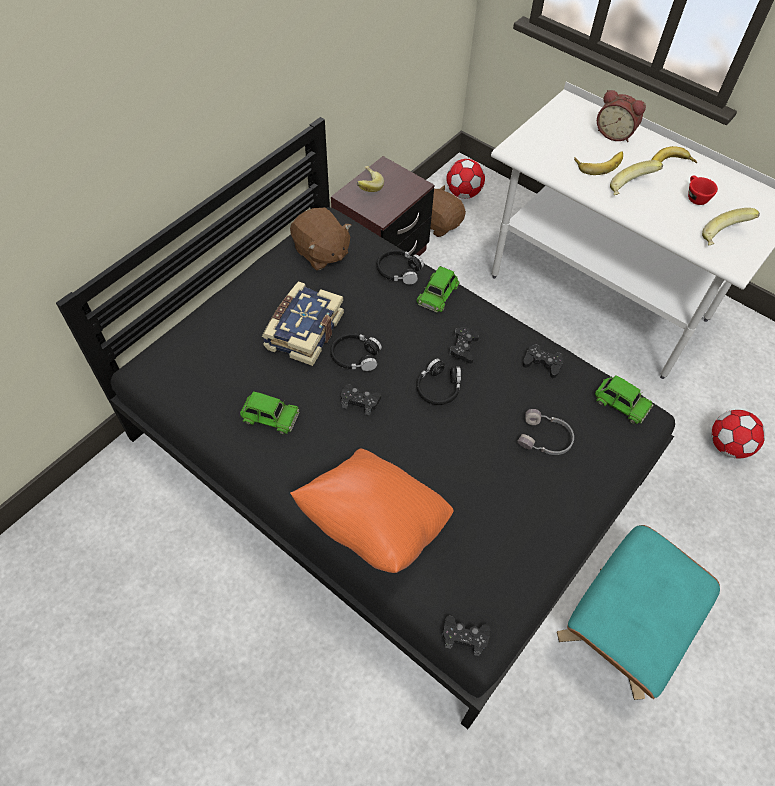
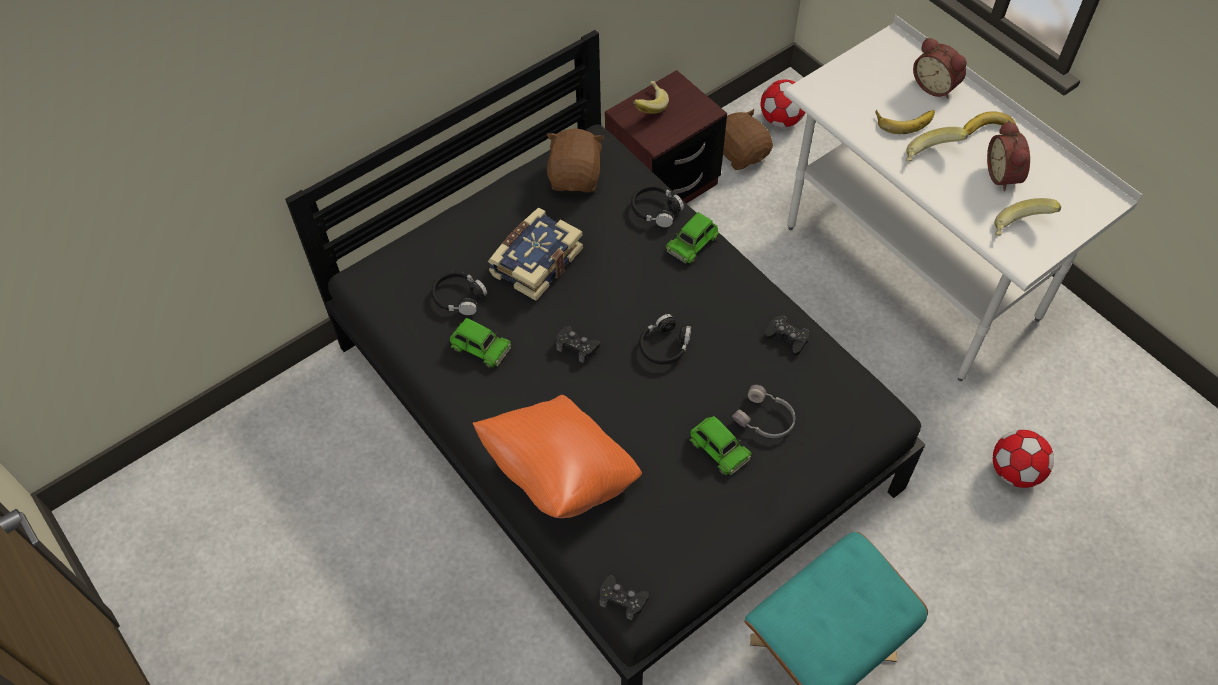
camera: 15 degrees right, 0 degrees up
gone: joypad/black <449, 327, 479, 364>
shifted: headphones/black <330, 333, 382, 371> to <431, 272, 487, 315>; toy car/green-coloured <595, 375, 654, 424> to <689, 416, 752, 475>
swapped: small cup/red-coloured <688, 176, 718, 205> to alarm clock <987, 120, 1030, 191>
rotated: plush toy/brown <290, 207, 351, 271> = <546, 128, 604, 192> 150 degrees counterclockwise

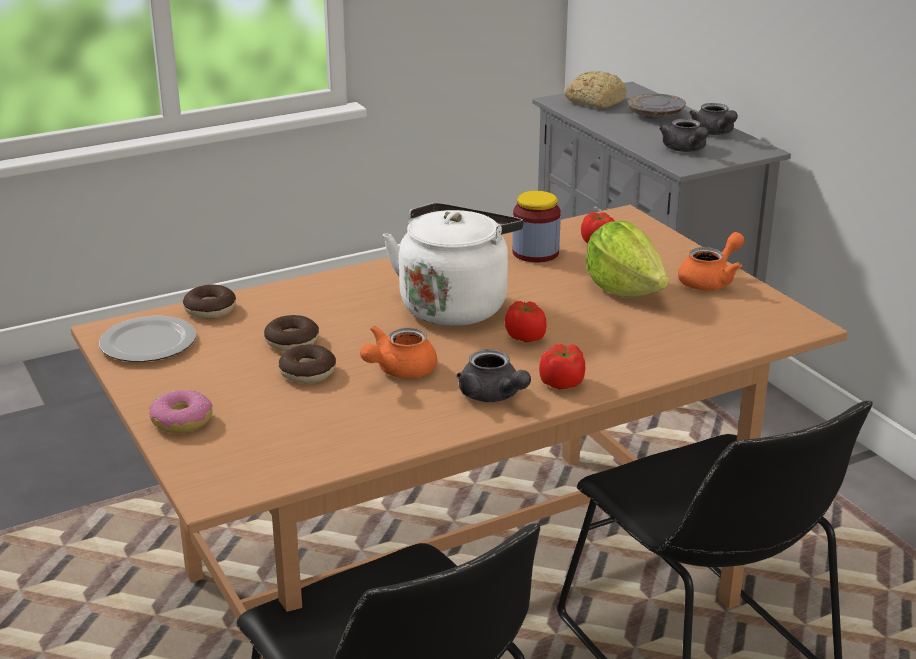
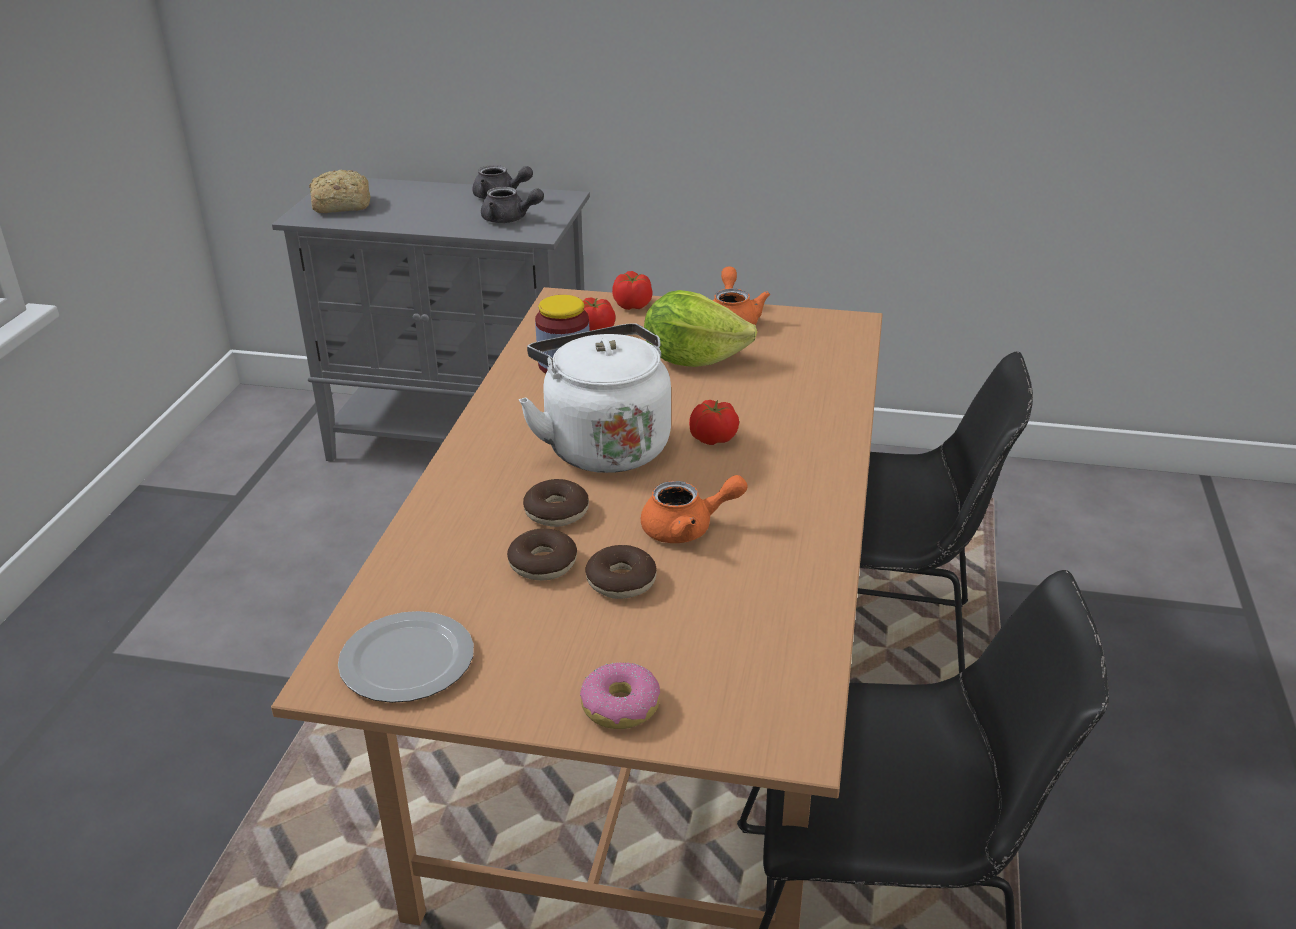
camera: 50 degrees left, 5 degrees up
gone: teapot/greyish <456, 350, 531, 402>; plate/greyish <628, 94, 686, 120>
shifted: donut <183, 285, 236, 318> to <523, 479, 589, 527>; fresh tomato <539, 344, 585, 390> to <612, 271, 652, 310>
rotated: teapot/orange <360, 326, 437, 378> = <641, 475, 748, 543> 90 degrees counterclockwise

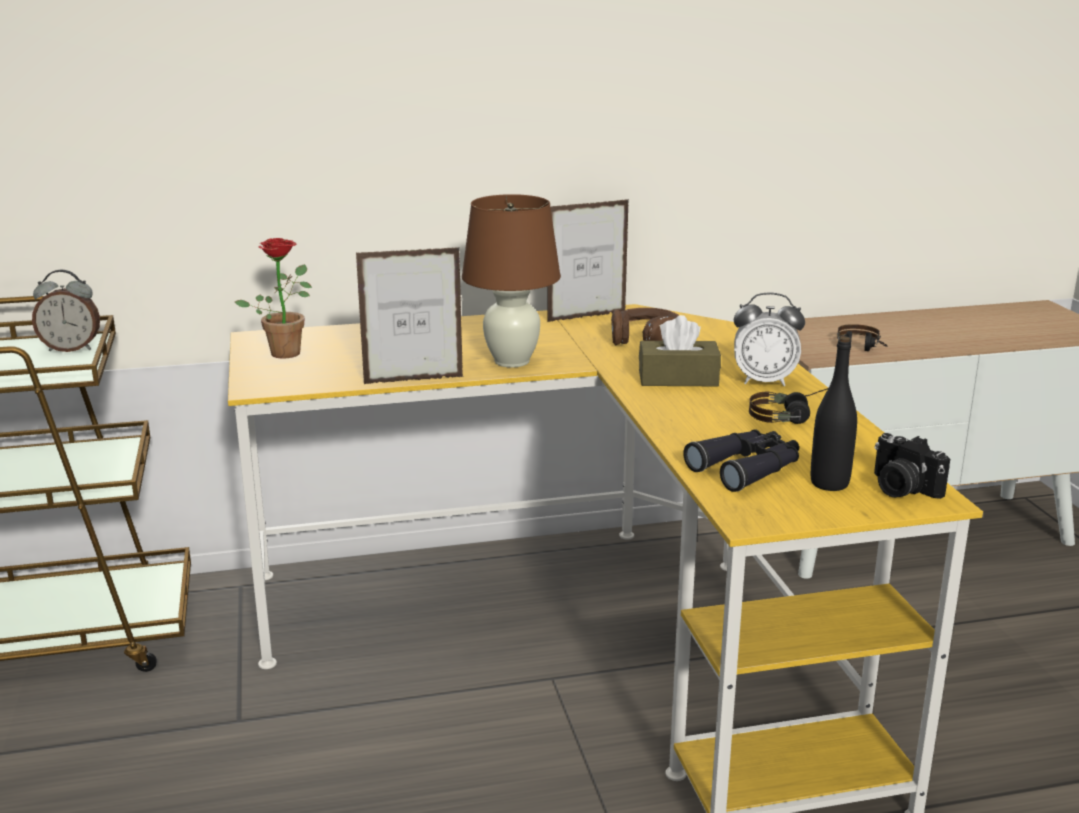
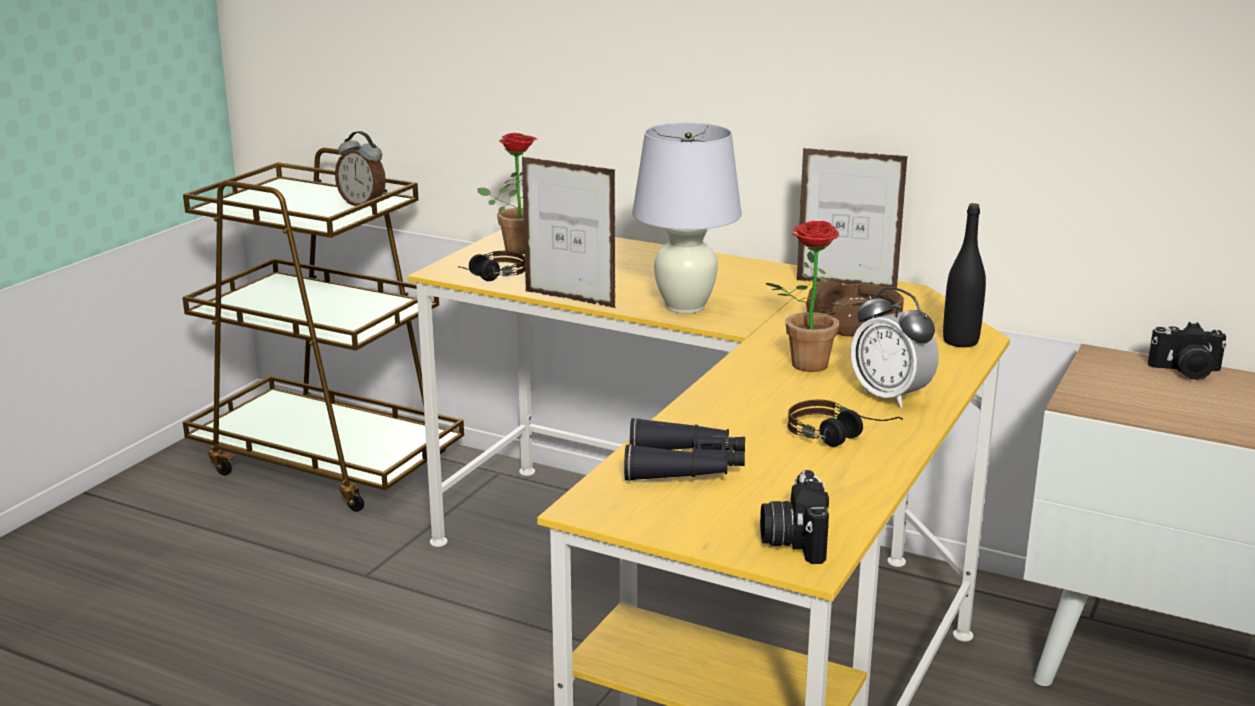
camera: 40 degrees right, 0 degrees up
new: still camera <1148, 322, 1227, 380>
shifted: drink bottle/black <811, 336, 857, 491> to <943, 203, 986, 347>; headphones <837, 324, 887, 351> to <458, 251, 525, 281>
swapped: tissue holder/brown <639, 315, 721, 386> to plant in a pot <766, 221, 865, 372>
repainted: tabletop lamp/brown <462, 194, 561, 368> to tabletop lamp/white <632, 122, 742, 314>

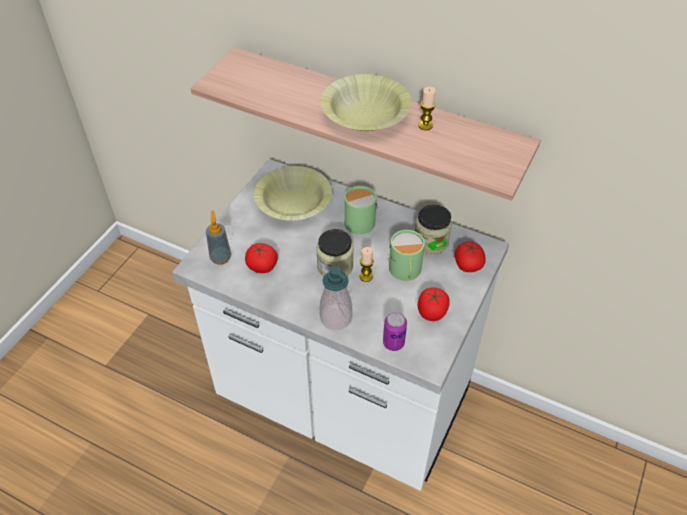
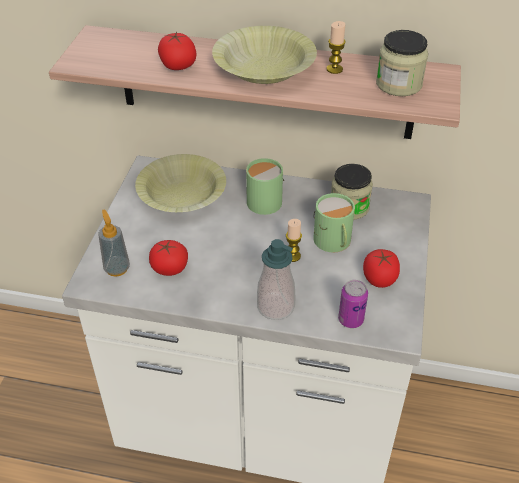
camera: 15 degrees left, 5 degrees down
shifted: preserve jar <316, 229, 354, 276> to <376, 30, 428, 96>; fresh tomato <455, 241, 486, 272> to <158, 32, 197, 70>

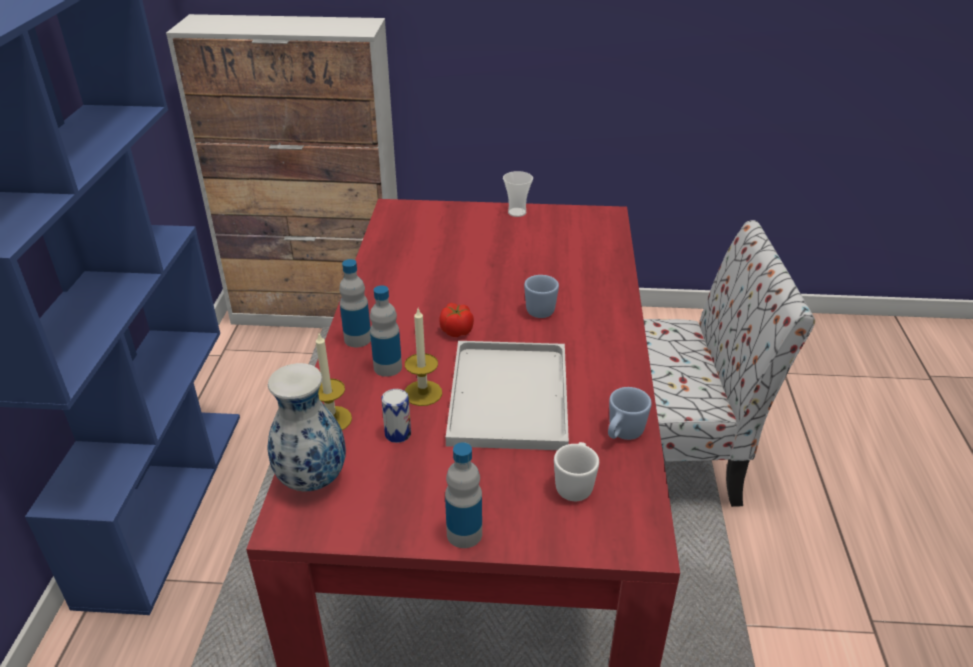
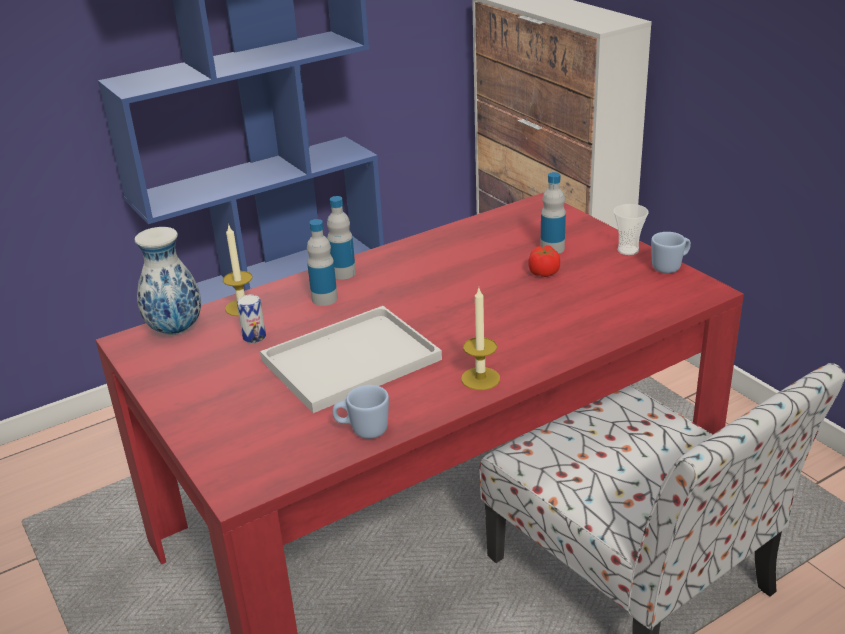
camera: 55 degrees right, 5 degrees down
gone: coffee mug/white <554, 442, 599, 501>
shifted: wax candle <404, 309, 442, 406> to <461, 288, 500, 390>; fresh tomato <439, 303, 474, 337> to <528, 245, 560, 277>; drink bottle <445, 442, 482, 548> to <540, 172, 566, 253>; coffee mug/bluish <524, 275, 559, 318> to <651, 232, 691, 273>

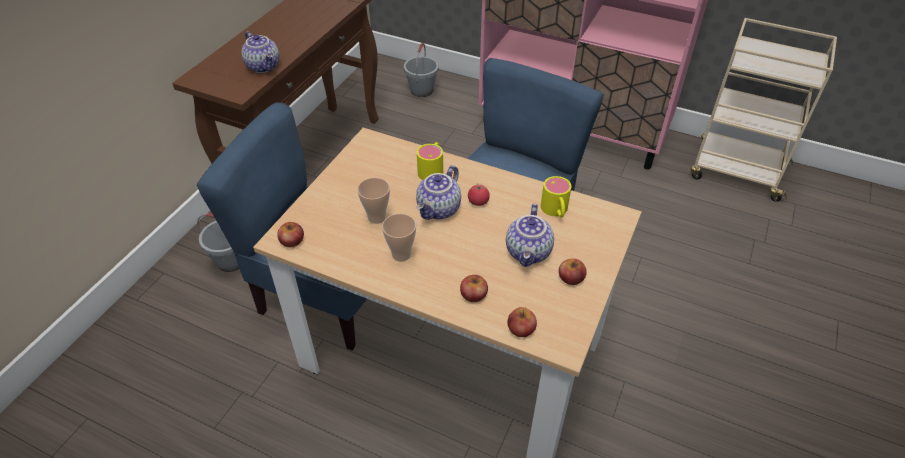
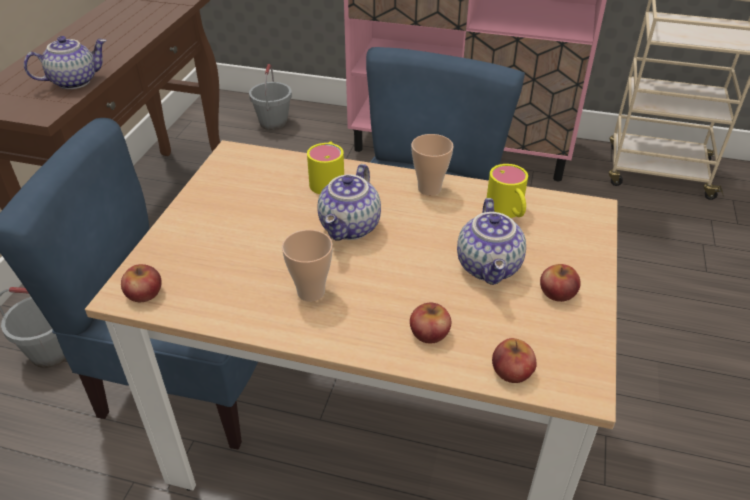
camera: 10 degrees left, 5 degrees down
gone: fresh tomato <468, 183, 490, 206>
shifted: small cup <357, 178, 390, 224> to <411, 134, 454, 196>
rotated: teapot <242, 31, 280, 73> = <24, 36, 107, 89> 75 degrees counterclockwise

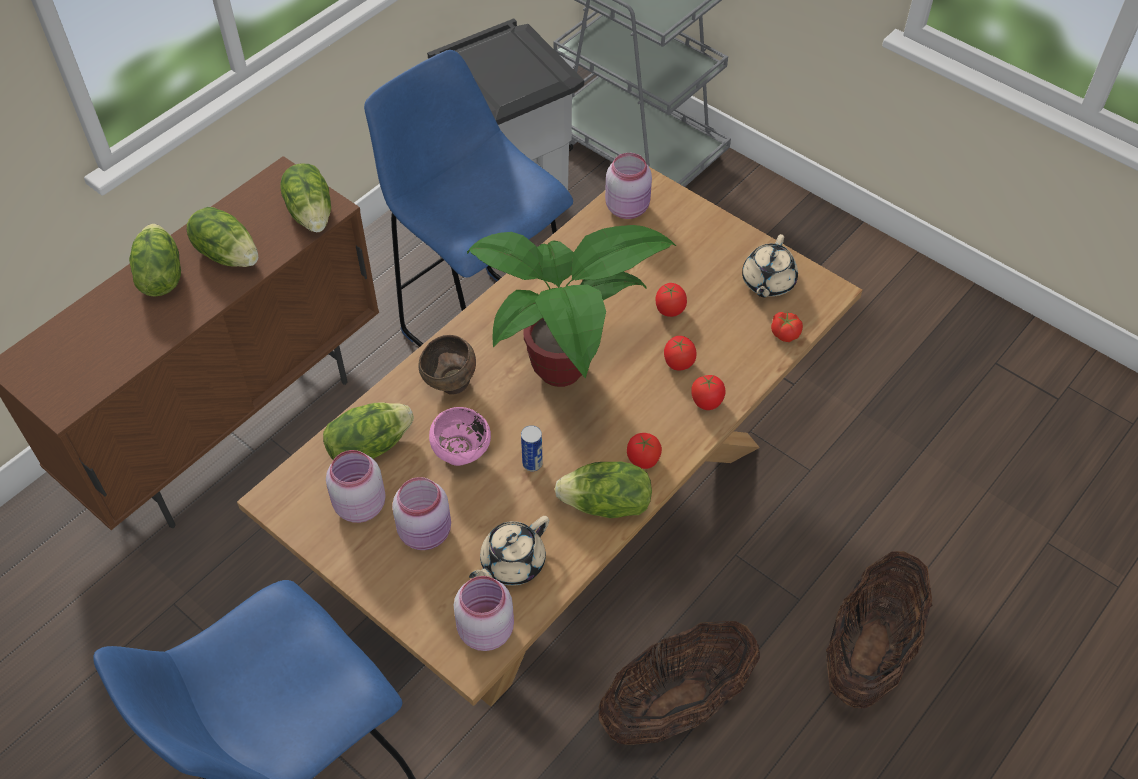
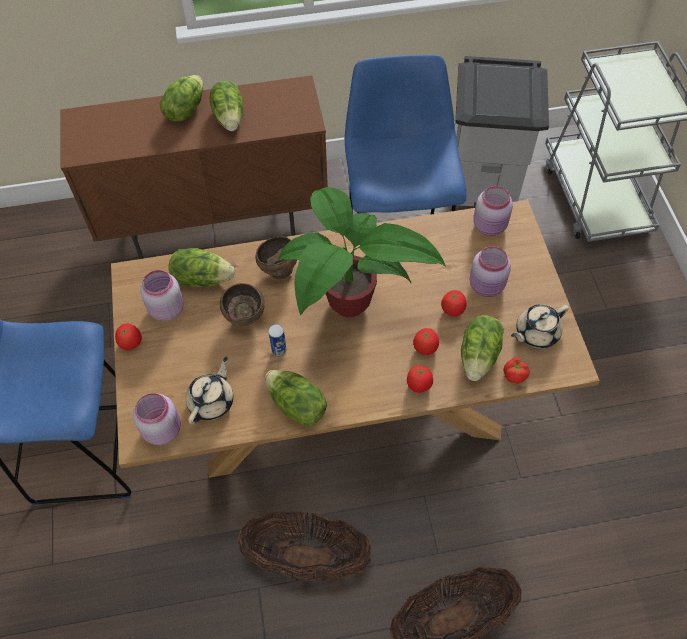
camera: 40 degrees right, 5 degrees up
shifted: lettuce <280, 164, 331, 232> to <461, 315, 504, 381>; preserve jar/pink <392, 477, 451, 550> to <470, 246, 511, 297>; fresh tomato <627, 433, 662, 469> to <115, 324, 142, 350>
repainted: bowl/pink <429, 407, 491, 466> to bowl/brown <220, 283, 265, 325>
rotated: teapot/sand-coloured <469, 516, 549, 586> = <186, 356, 234, 425> 120 degrees clockwise

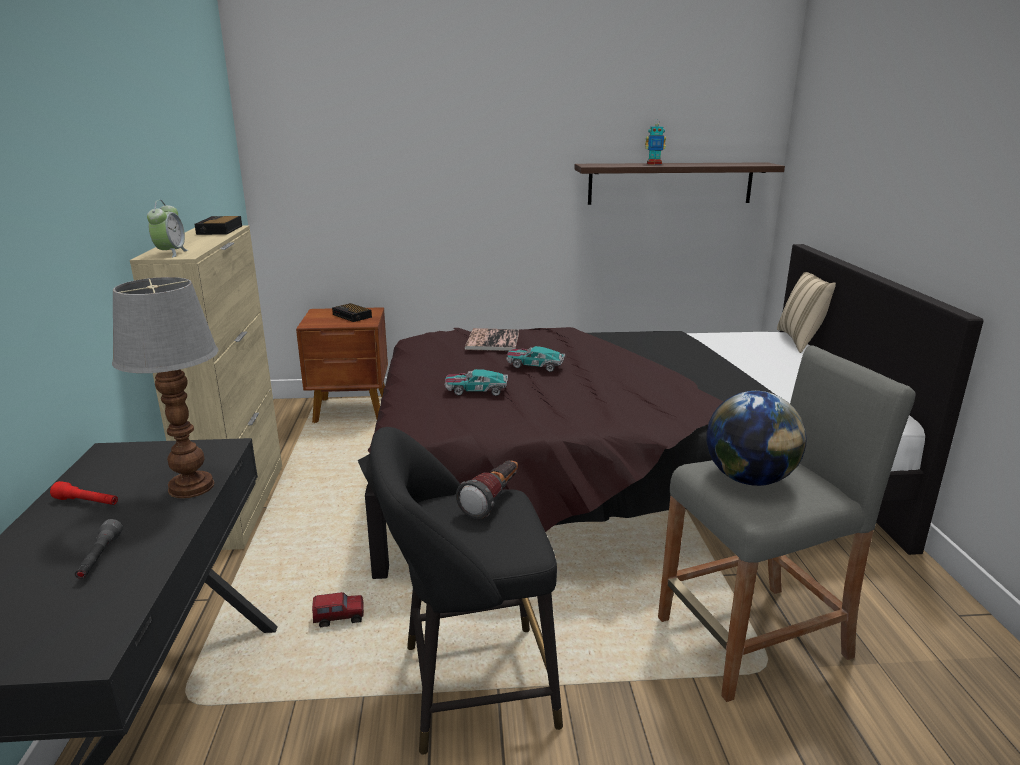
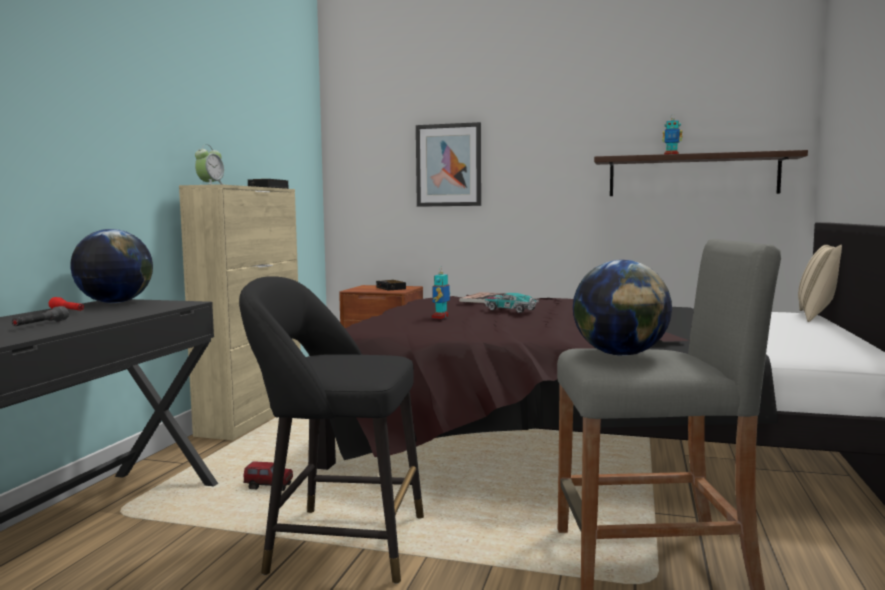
camera: 20 degrees right, 15 degrees down
gone: tabletop lamp <112, 277, 218, 499>; hand torch <456, 460, 518, 519>
new: world globe <70, 229, 153, 303>; wall picture <416, 122, 481, 207>
swapped: toy car <445, 369, 508, 396> to robot figure <432, 271, 450, 319>

